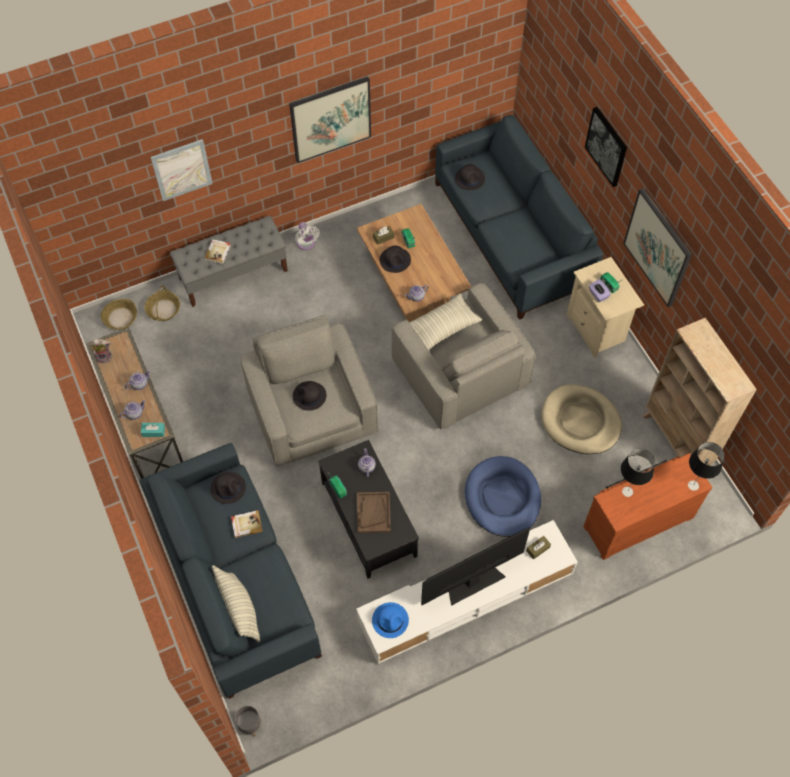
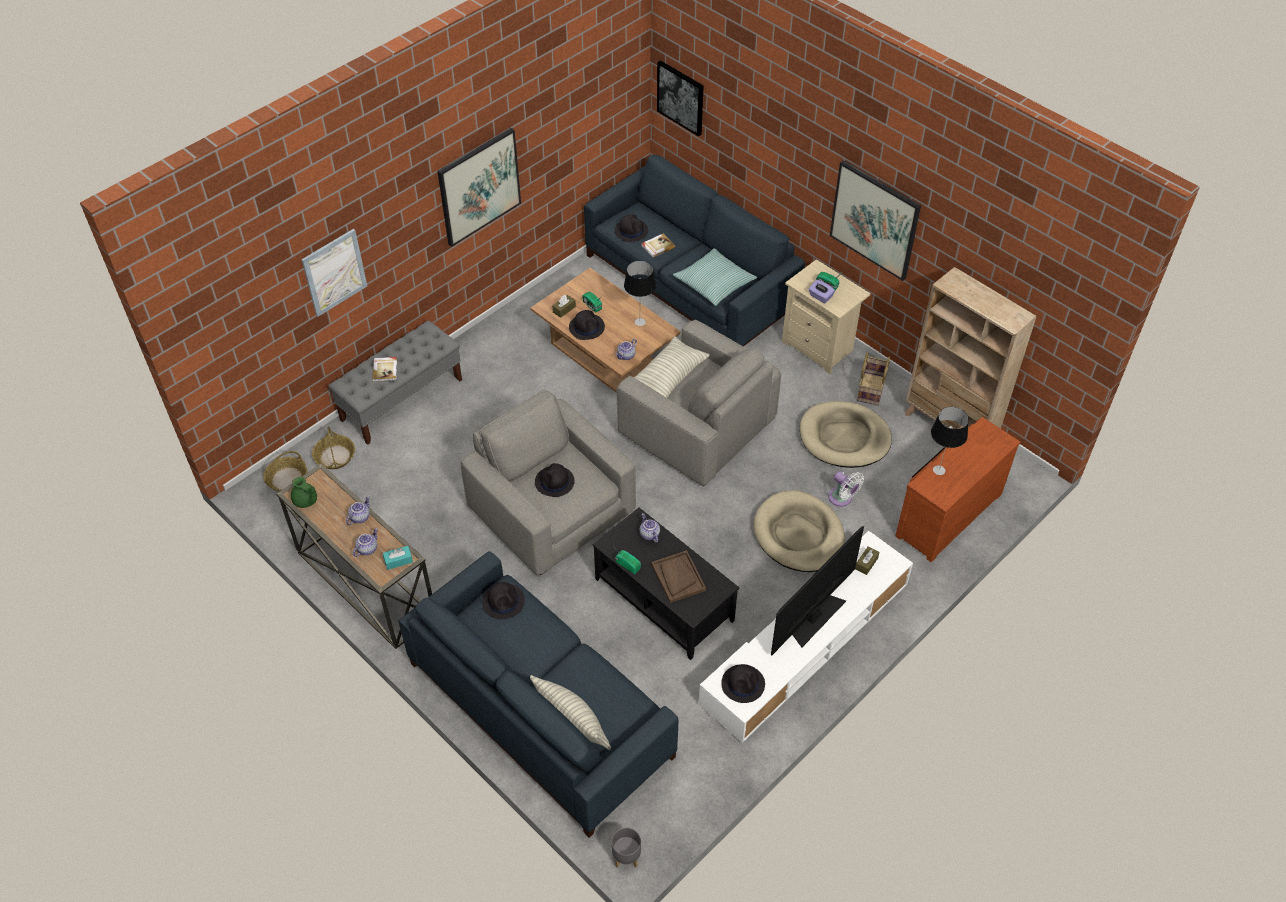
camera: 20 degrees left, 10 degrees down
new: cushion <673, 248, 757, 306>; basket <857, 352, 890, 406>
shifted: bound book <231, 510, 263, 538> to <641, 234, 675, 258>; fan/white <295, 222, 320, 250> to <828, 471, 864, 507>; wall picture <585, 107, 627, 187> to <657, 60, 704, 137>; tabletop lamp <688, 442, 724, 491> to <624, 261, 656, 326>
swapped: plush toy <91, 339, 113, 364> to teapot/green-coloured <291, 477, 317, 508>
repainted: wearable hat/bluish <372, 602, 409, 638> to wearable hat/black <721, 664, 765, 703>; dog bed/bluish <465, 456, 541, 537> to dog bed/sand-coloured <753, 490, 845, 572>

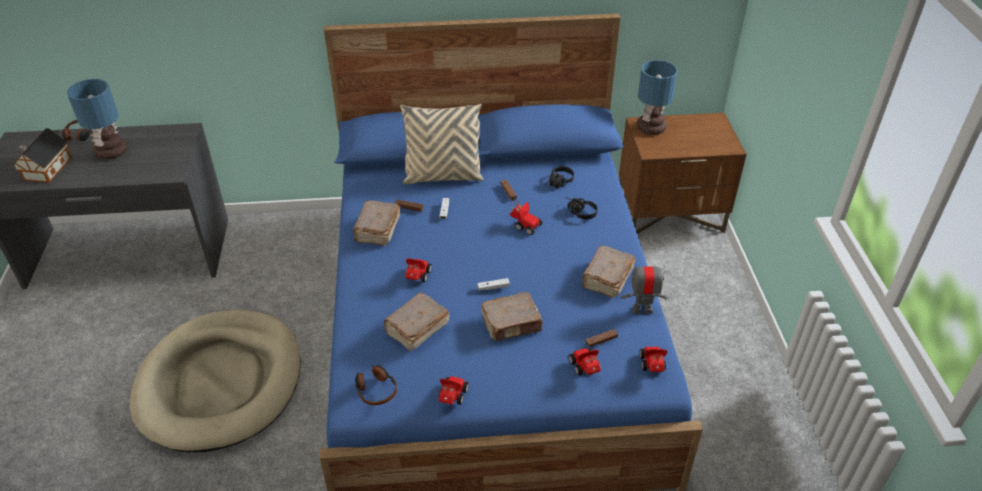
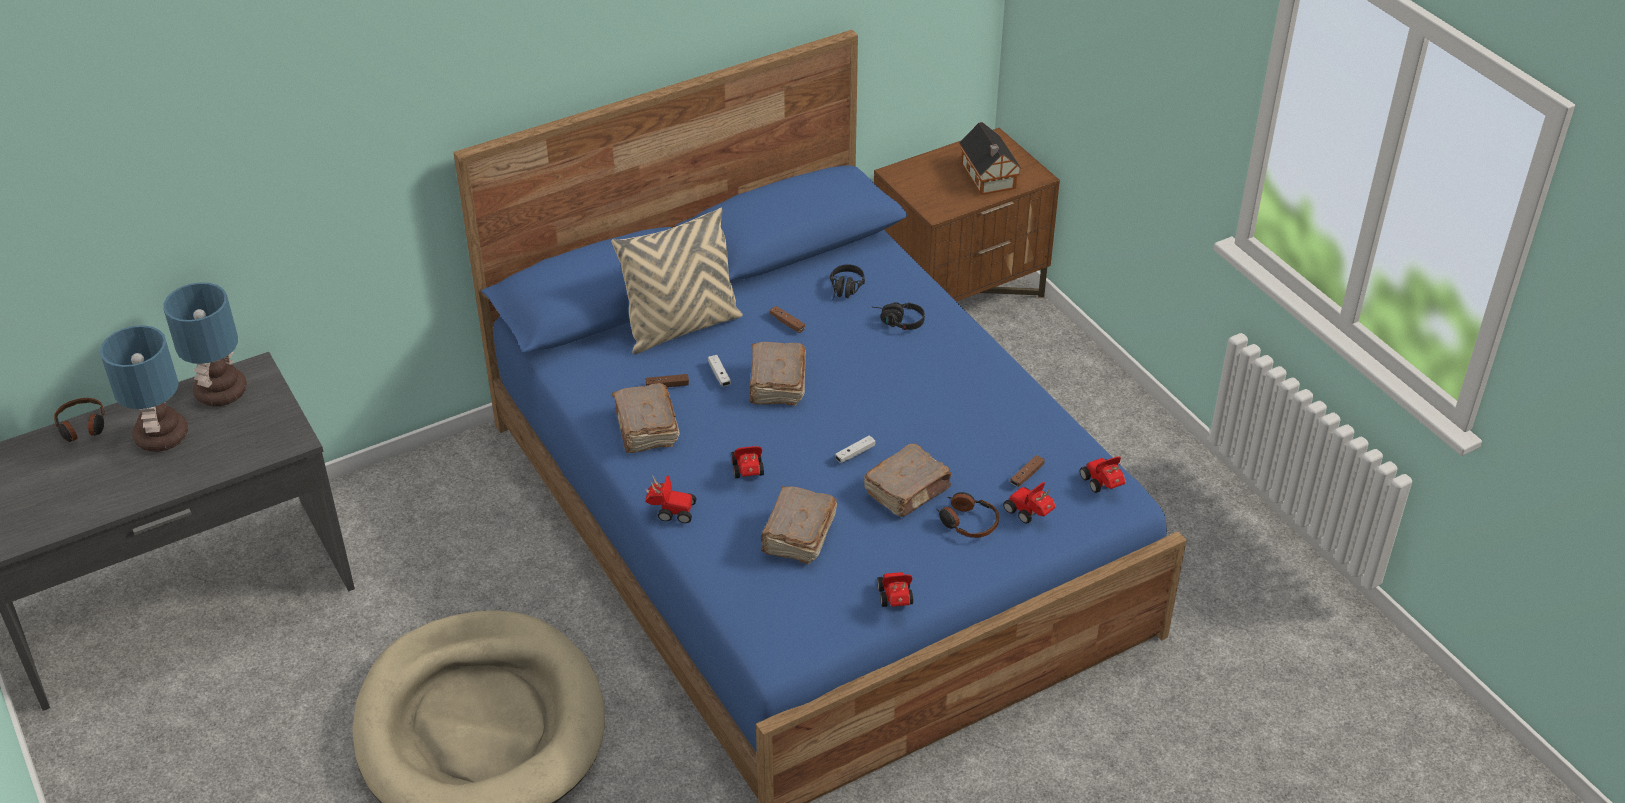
camera: 25 degrees left, 0 degrees up
gone: robot figure <621, 262, 669, 314>
shifted: miniature house <13, 128, 71, 183> to <959, 122, 1022, 195>; headphones <355, 365, 397, 405> to <937, 492, 999, 538>; toy car <510, 201, 543, 235> to <645, 475, 697, 523>; bound book/brown <581, 245, 635, 298> to <749, 342, 806, 406>; tabletop lamp <636, 60, 678, 135> to <163, 282, 247, 407>

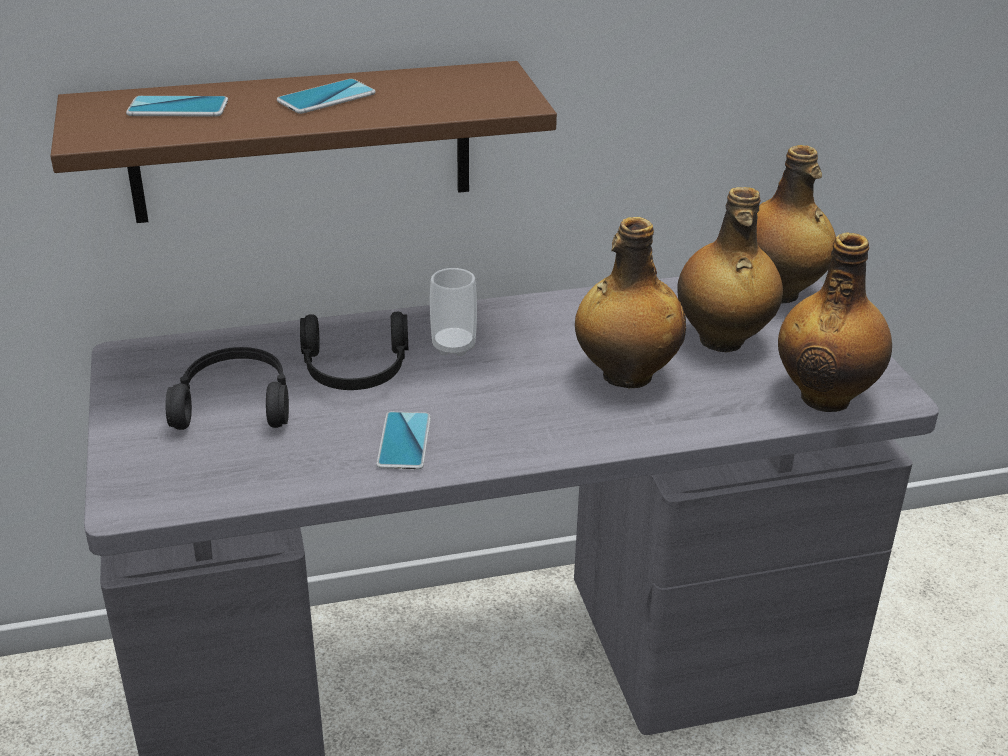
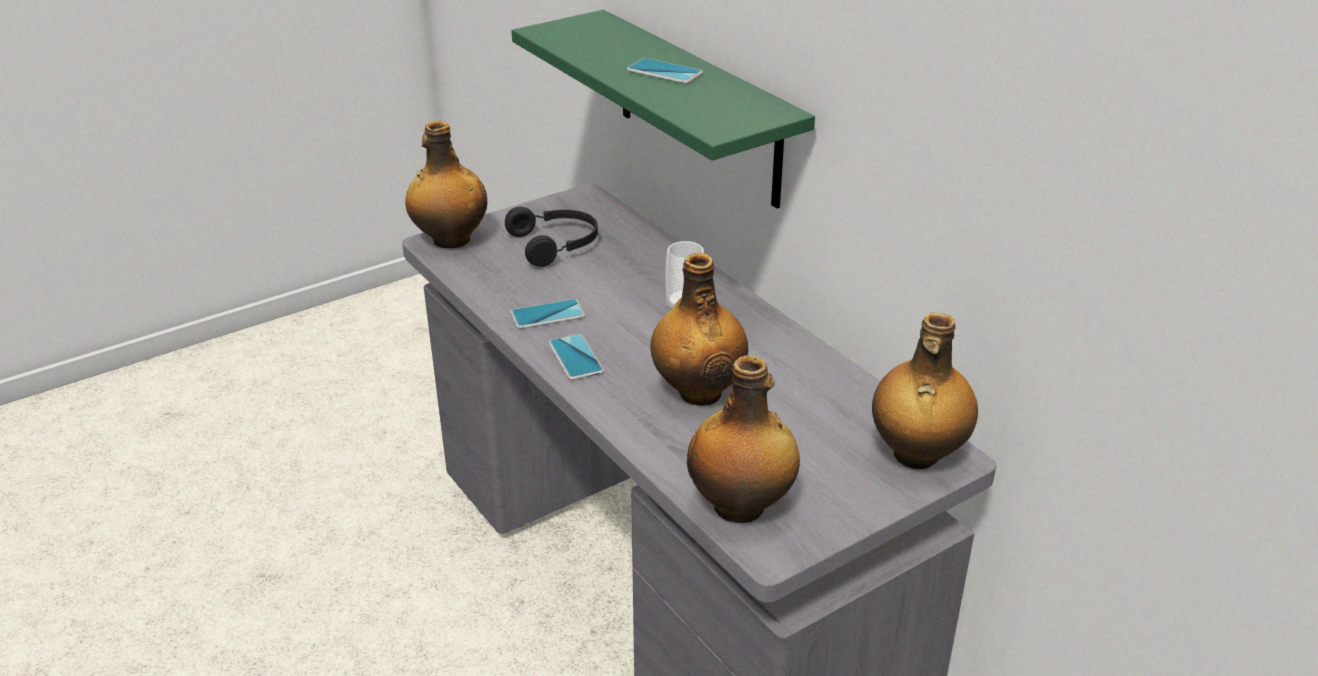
camera: 70 degrees right, 0 degrees up
gone: headphones/black <300, 312, 408, 390>
shifted: phone <126, 96, 228, 117> to <549, 334, 604, 380>; drink bottle <677, 187, 783, 352> to <405, 121, 487, 248>
repainted: bracket shelf/brown <50, 61, 557, 223> to bracket shelf/green-coloured <512, 10, 815, 208>

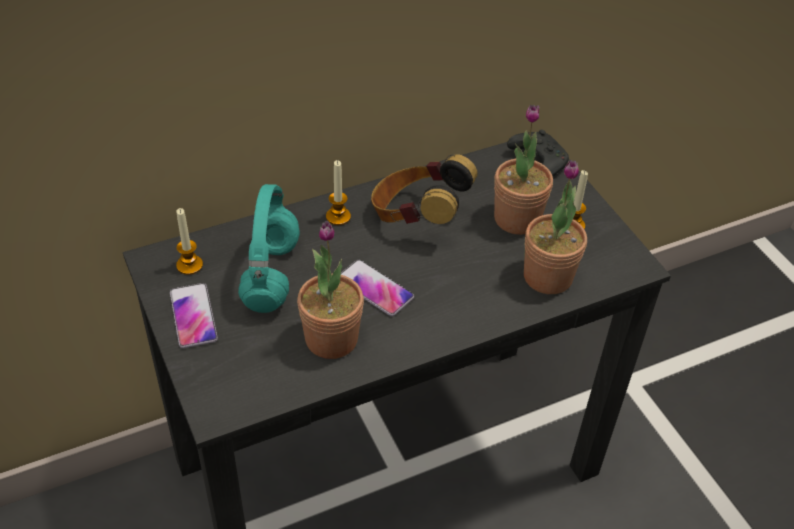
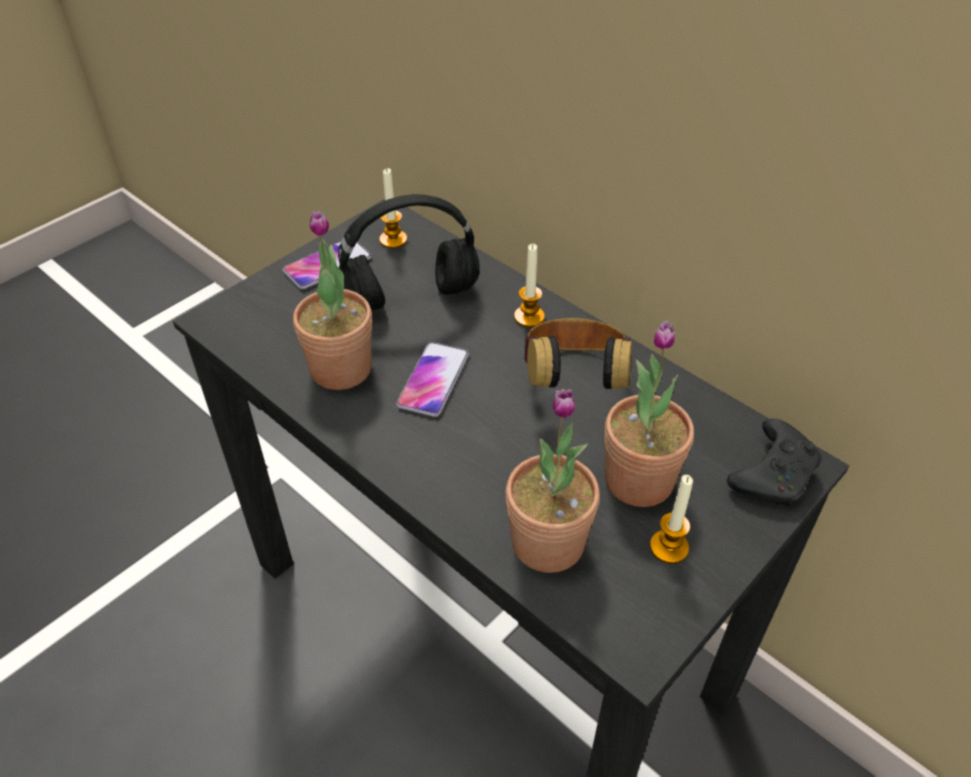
camera: 70 degrees right, 0 degrees up
repainted: headphones/turquoise-coloured <238, 184, 300, 313> to headphones/black <338, 194, 479, 311>

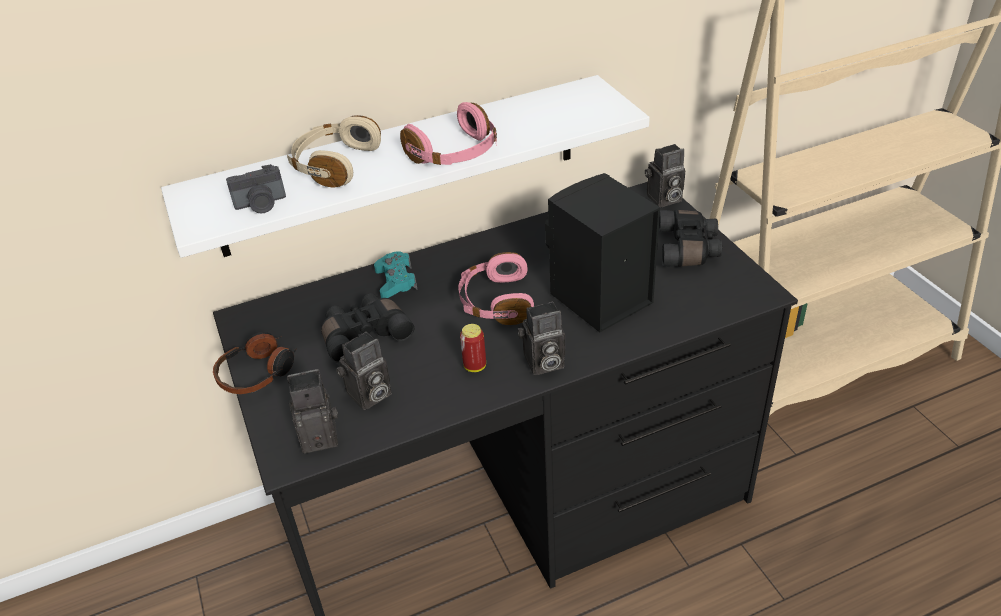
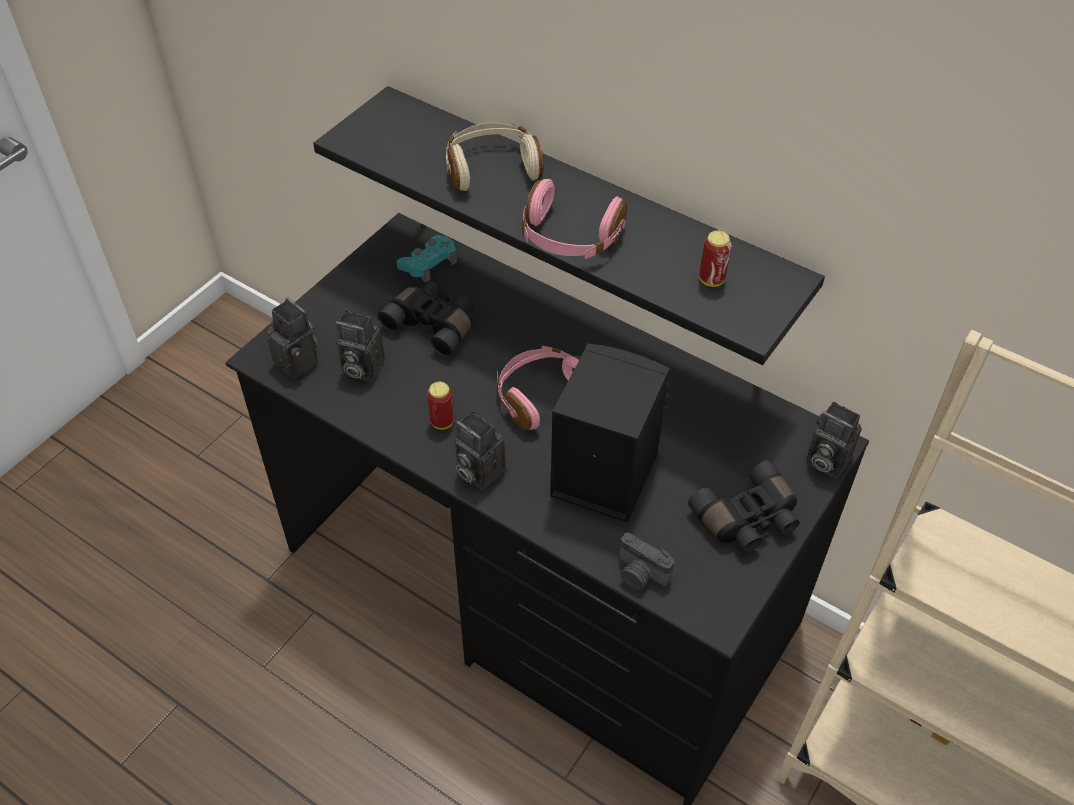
camera: 55 degrees right, 10 degrees up
gone: headphones <213, 332, 297, 394>
new: can <699, 230, 732, 287>
shifted: still camera <226, 164, 286, 213> to <619, 533, 674, 590>; joypad/turquoise-coloured <374, 251, 417, 298> to <396, 235, 457, 283>
repainted: bracket shelf/white <161, 75, 650, 258> to bracket shelf/black <313, 86, 825, 365>

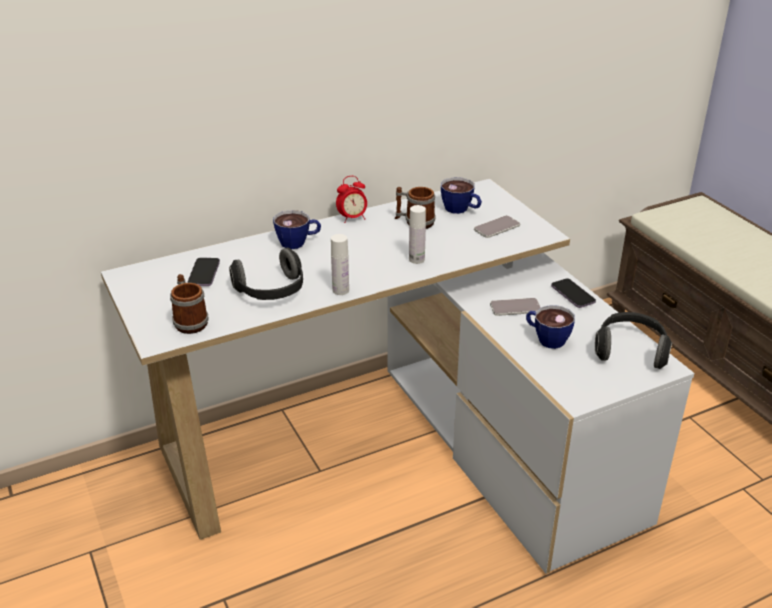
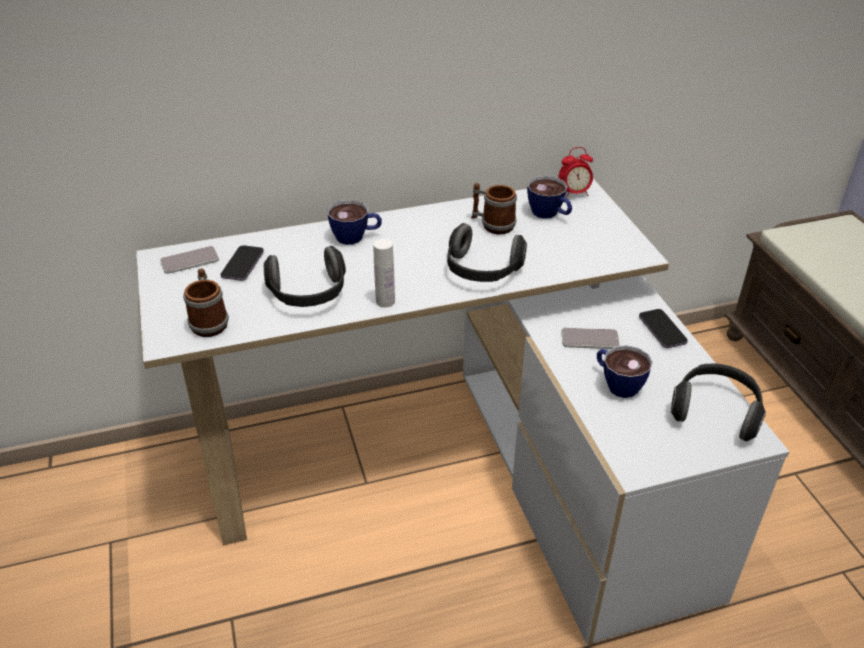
camera: 10 degrees right, 5 degrees up
shifted: alarm clock <336, 176, 367, 223> to <558, 147, 593, 198>; phone <474, 215, 520, 238> to <160, 246, 219, 274>
swapped: drink bottle/white <409, 205, 426, 264> to headphones <447, 223, 527, 282>

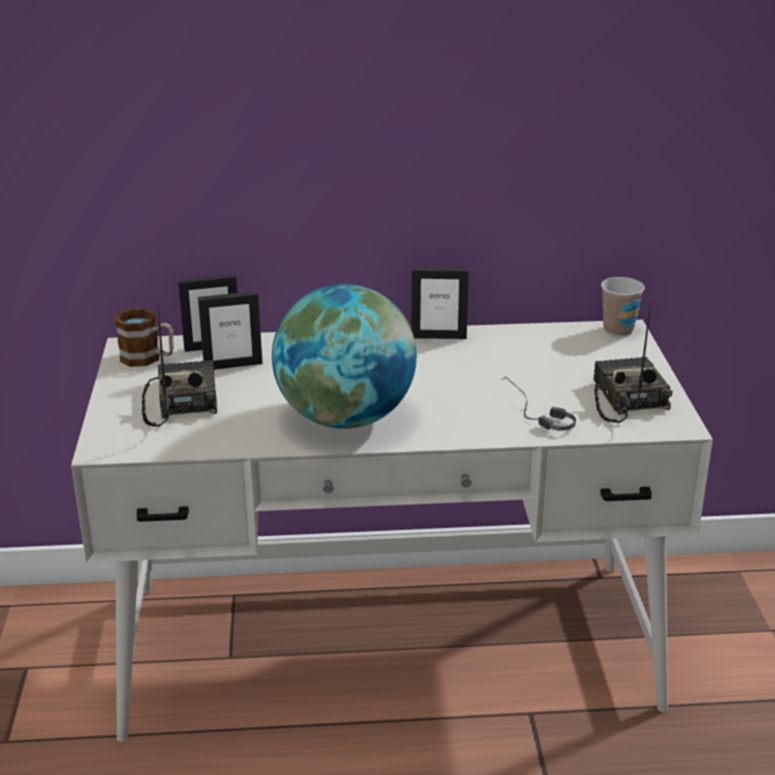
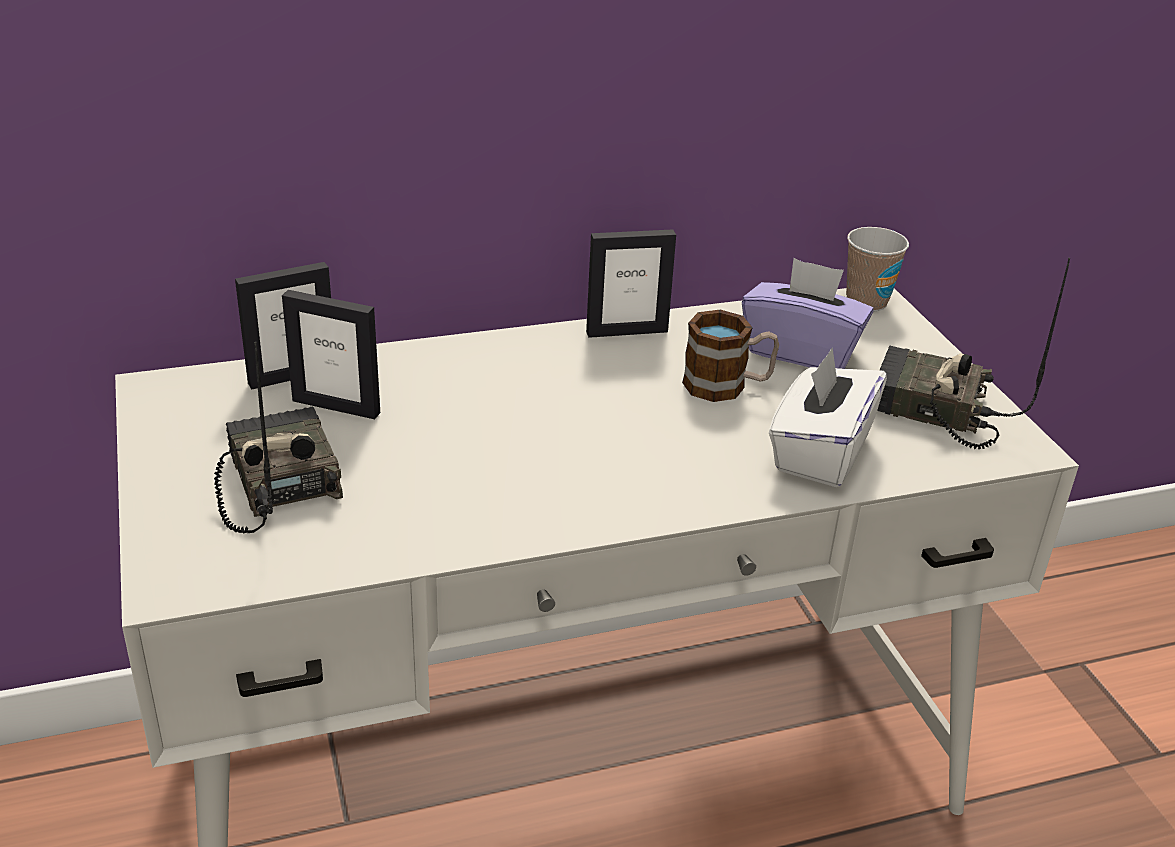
camera: 15 degrees left, 5 degrees up
gone: world globe <272, 284, 417, 429>
new: tissue holder/purplish <742, 258, 874, 369>
shifted: coffee mug <115, 308, 174, 367> to <682, 310, 779, 402>
swapped: headphones <503, 377, 576, 431> to tissue holder/white <769, 348, 887, 487>
rotated: photo frame <198, 291, 263, 370> = <282, 290, 380, 419> 45 degrees clockwise; radio <593, 301, 672, 423> = <877, 258, 1070, 450> 45 degrees counterclockwise

